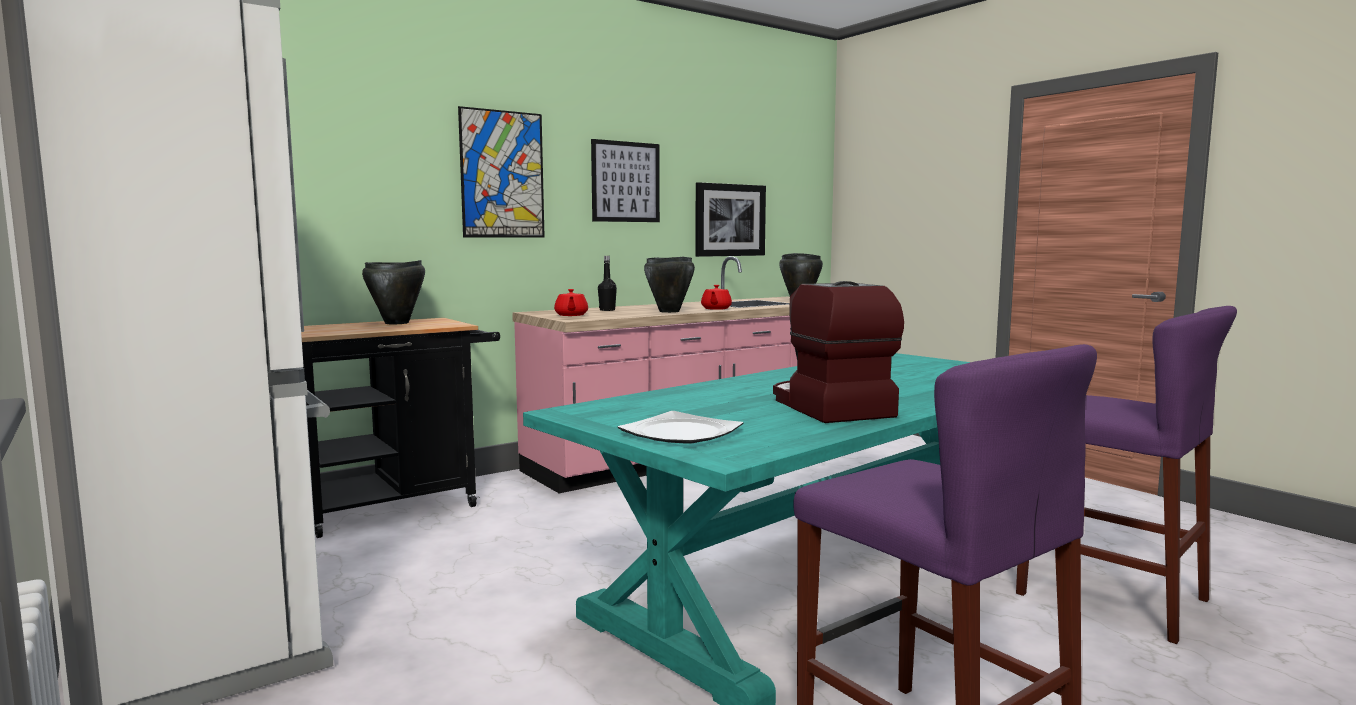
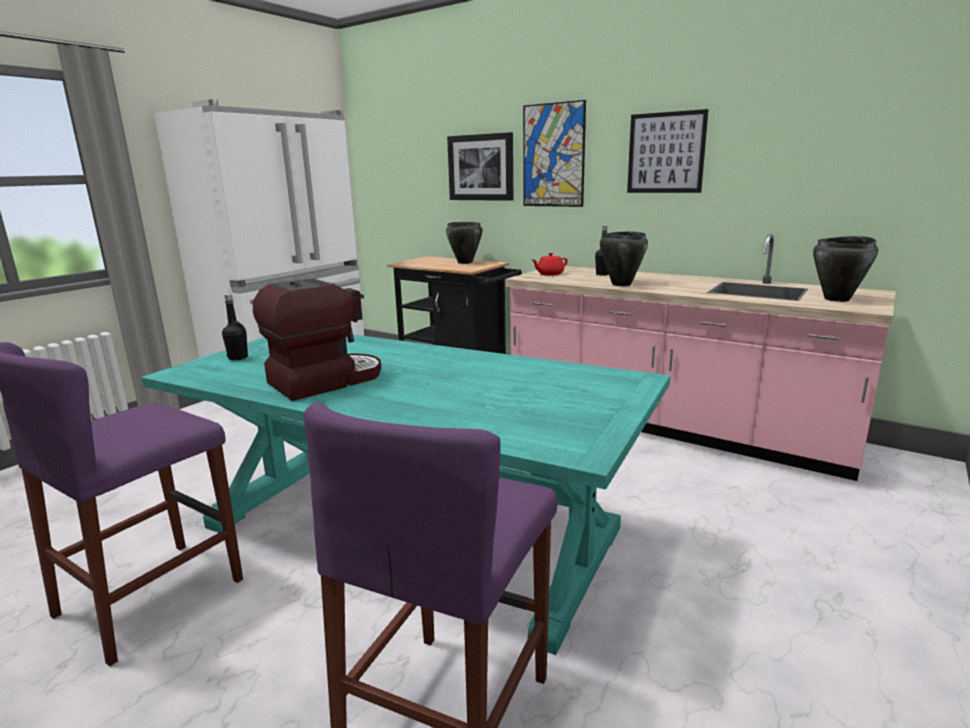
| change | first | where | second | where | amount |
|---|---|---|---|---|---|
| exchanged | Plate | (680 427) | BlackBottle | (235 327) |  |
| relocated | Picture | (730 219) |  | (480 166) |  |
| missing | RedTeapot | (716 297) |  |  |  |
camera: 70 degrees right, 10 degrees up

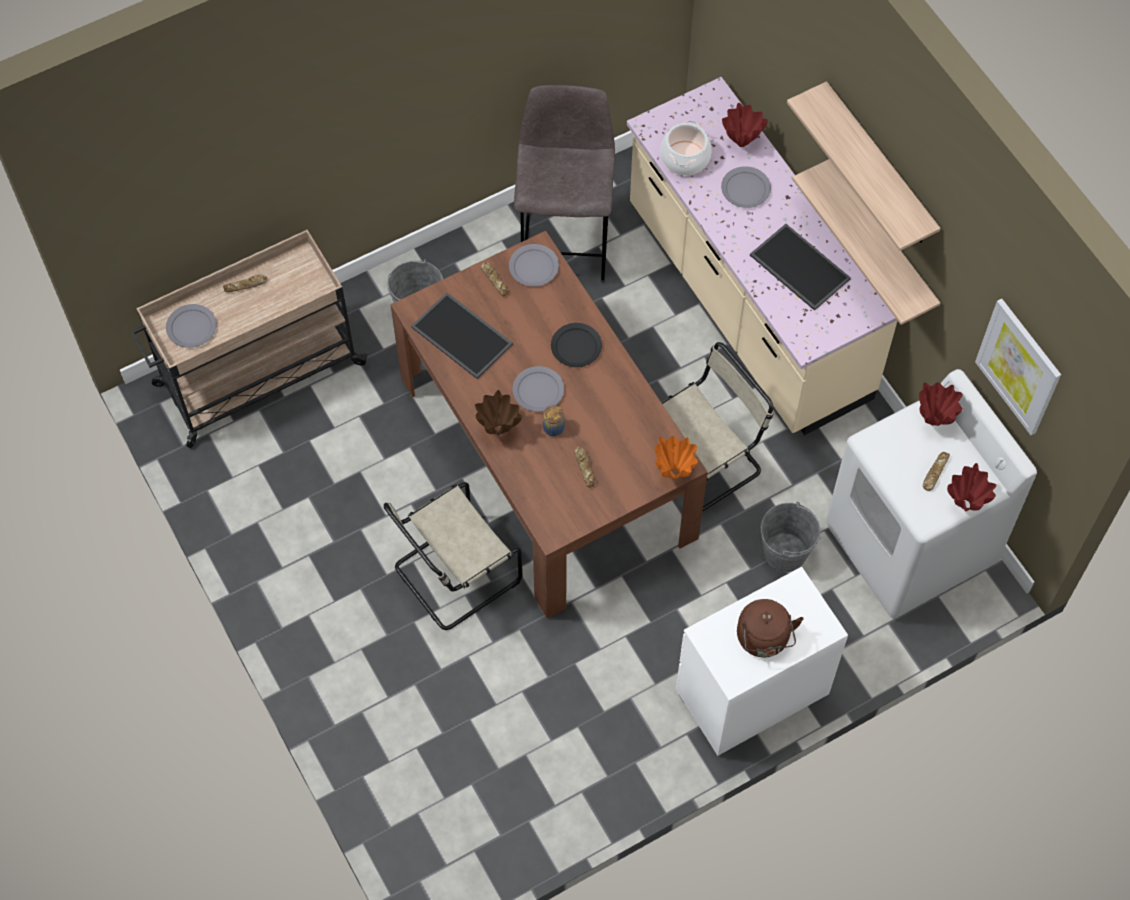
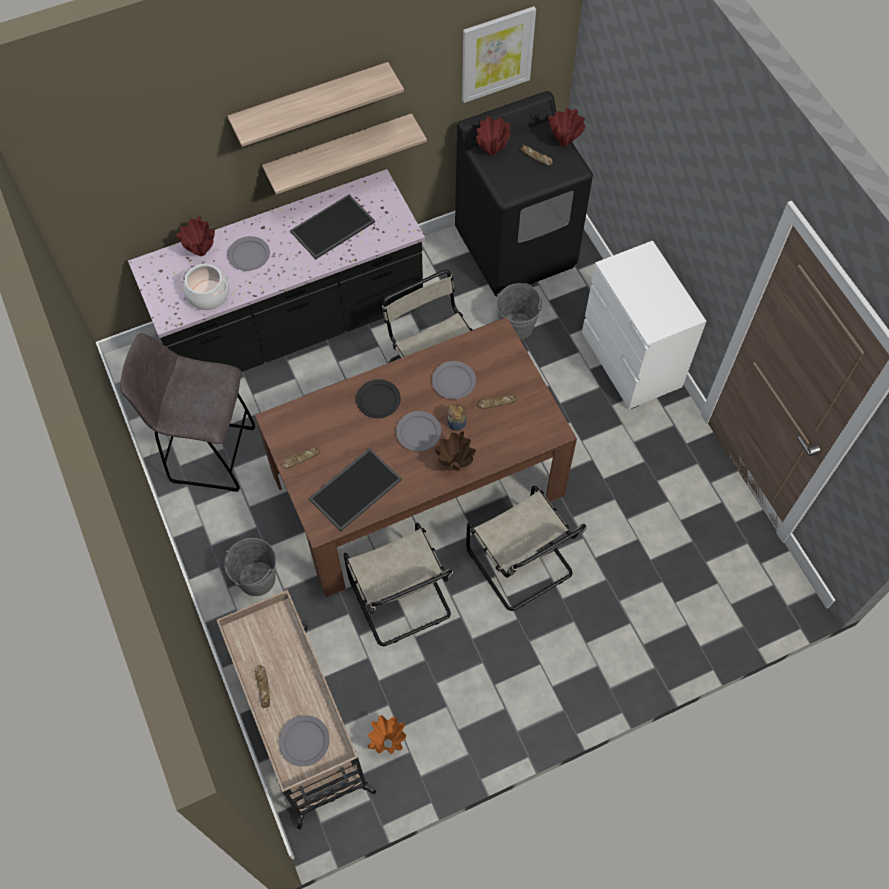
| change | first | where | second | where | amount |
|---|---|---|---|---|---|
| colour | BeigeCounter | (762 256) | BlackCounter | (276 270) |  |
| appeared |  |  | BeigeChair | (398 584) |  |
| relocated | OrangeVase | (676 457) |  | (387 734) |  |
| relocated | GreyPlate | (534 265) |  | (454 380) |  |
| colour | WhiteWashingMachine | (931 494) | BlackWashingMachine | (524 194) |  |
| missing | BrownKettle | (770 628) |  |  |  |
camera: 85 degrees left, 0 degrees up

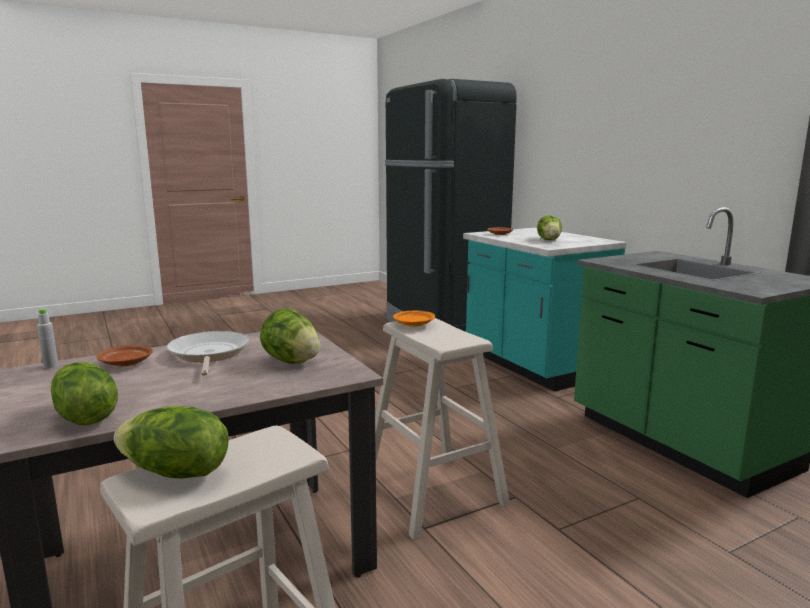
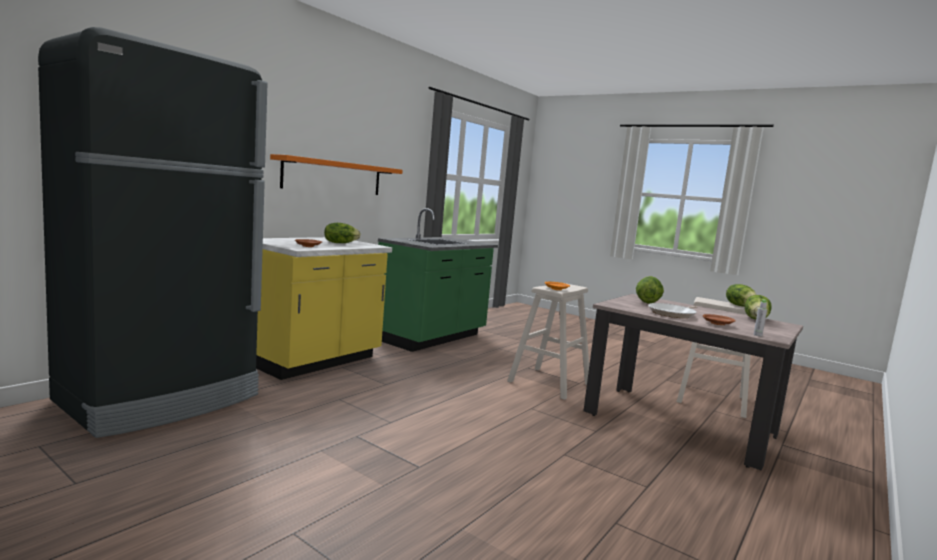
| change | first | where | second | where | amount |
|---|---|---|---|---|---|
| colour | TurquoiseCounter | (545 310) | YellowCounter | (324 308) |  |
| appeared |  |  | OrangeShelf | (336 174) |  |
camera: 115 degrees left, 5 degrees down

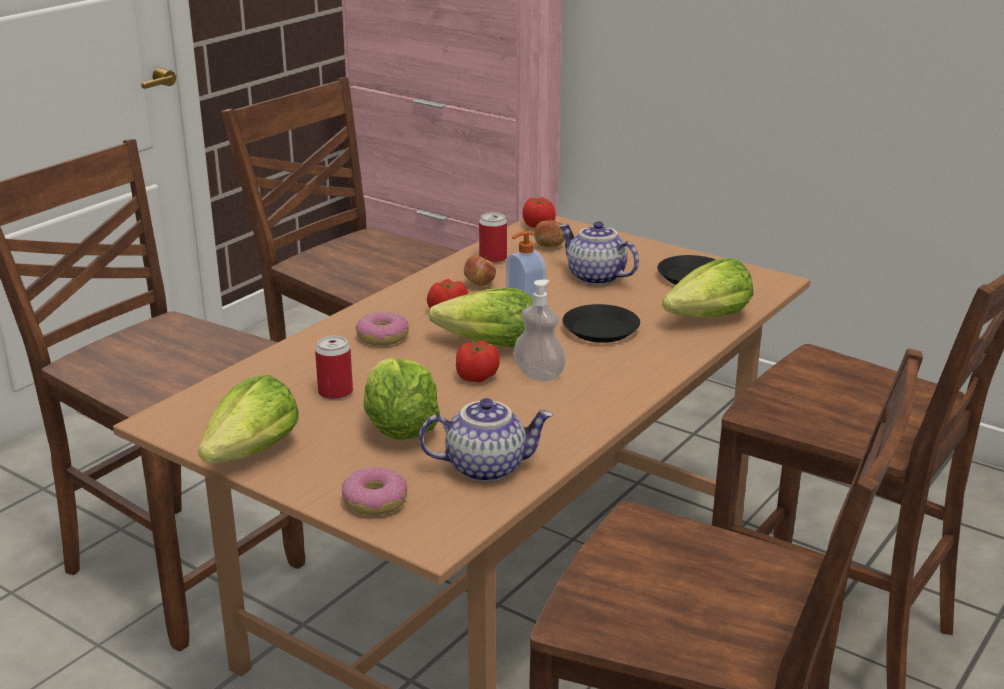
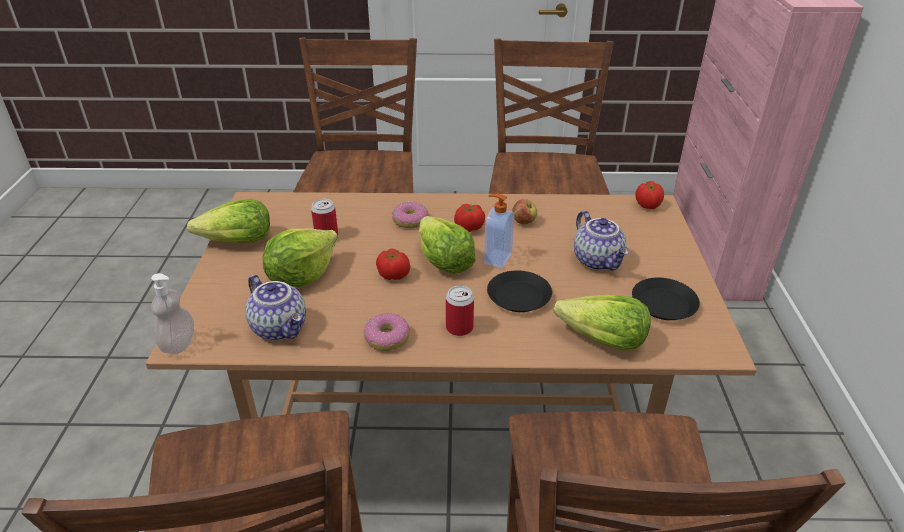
| change | first | where | second | where | amount |
|---|---|---|---|---|---|
| relocated | SoapDispenser | (539 330) |  | (172 313) |  |
| relocated | Donut | (374 491) |  | (387 331) |  |
| relocated | Can | (493 237) |  | (460 311) |  |
| spun | Teapot | (599 253) |  | (601 240) | 150 degrees clockwise |
| missing | Apple | (549 233) |  |  |  |
camera: 55 degrees right, 10 degrees up

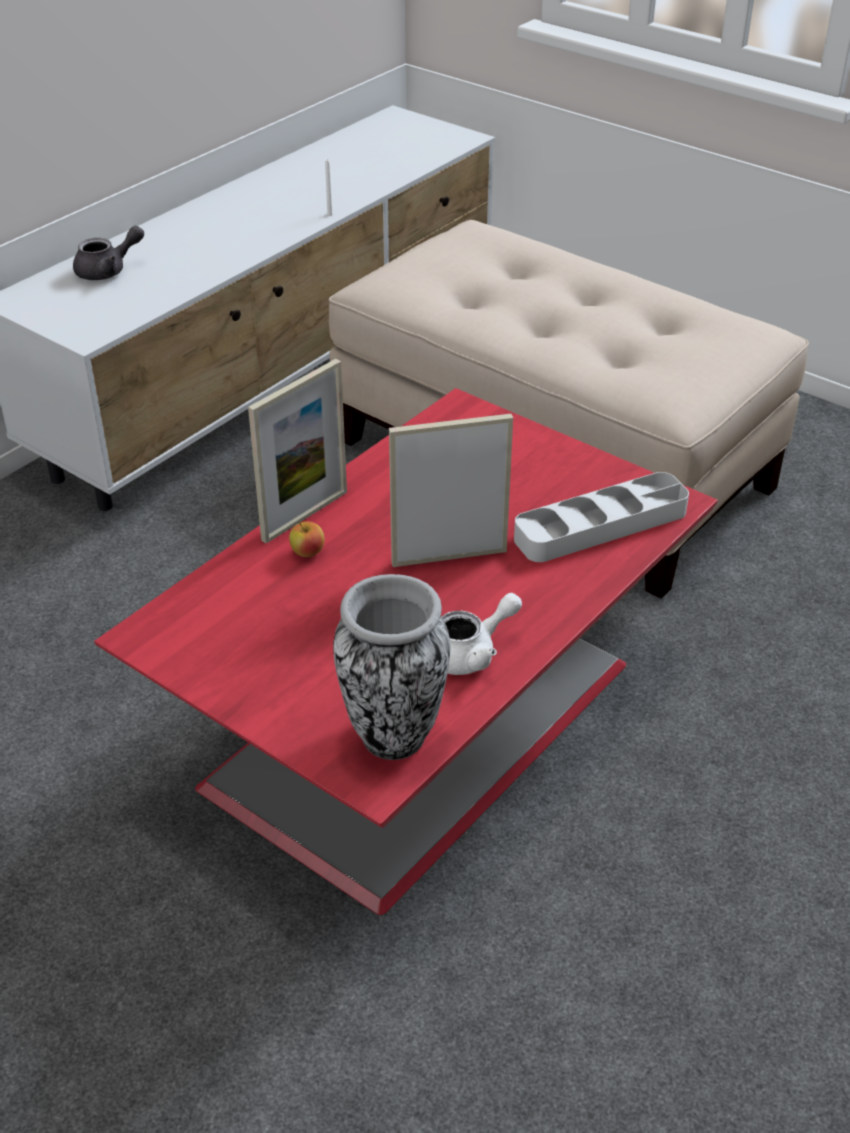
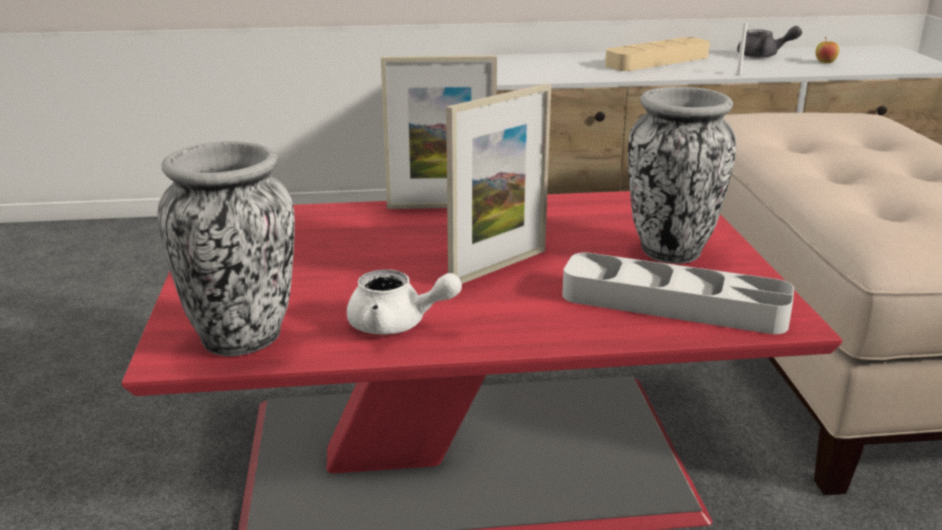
| change | first | where | second | where | amount |
|---|---|---|---|---|---|
| spun | PictureFrame | (451 490) |  | (498 183) | 105 degrees clockwise |
| appeared |  |  | BeigeTray | (657 54) |  |
| appeared |  |  | Vase | (682 175) |  |
| relocated | GreyTeapot | (108 253) |  | (769 42) |  |
| relocated | Apple | (307 539) |  | (827 50) |  |
camera: 45 degrees right, 15 degrees down

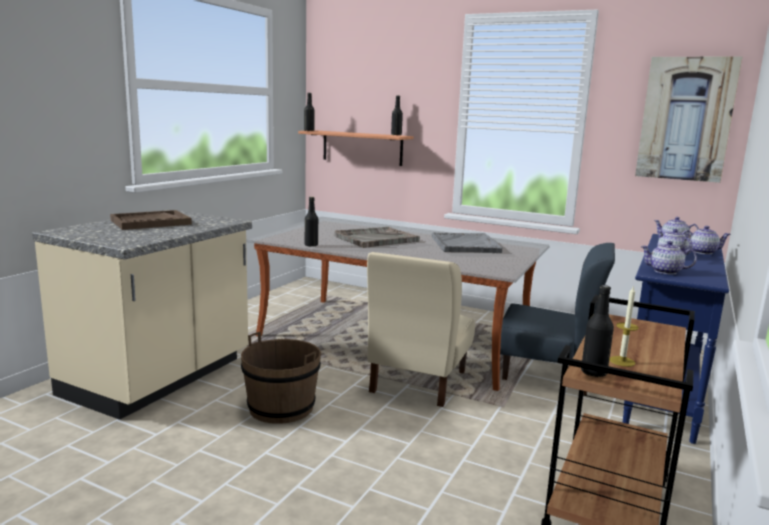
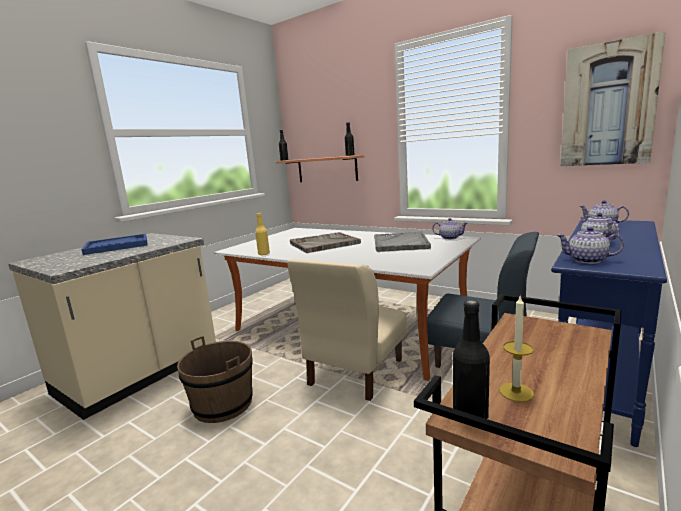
| change | first | where | second | where | amount |
|---|---|---|---|---|---|
| colour | BrownTray | (151 220) | BlueTray | (114 244) |  |
| colour | BlackBottle | (311 222) | YellowBottle | (262 234) |  |
| relocated | Teapot | (706 240) |  | (450 229) |  |
camera: 10 degrees right, 0 degrees up

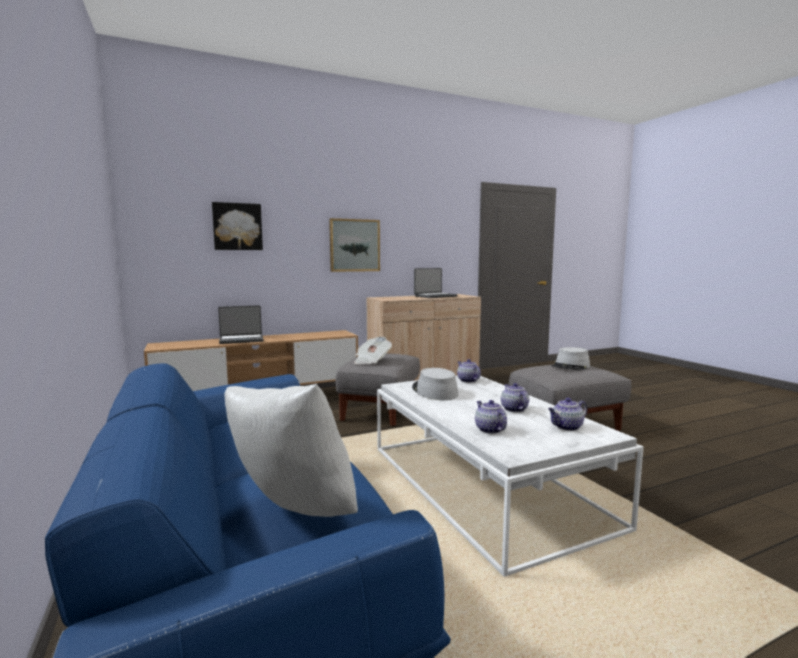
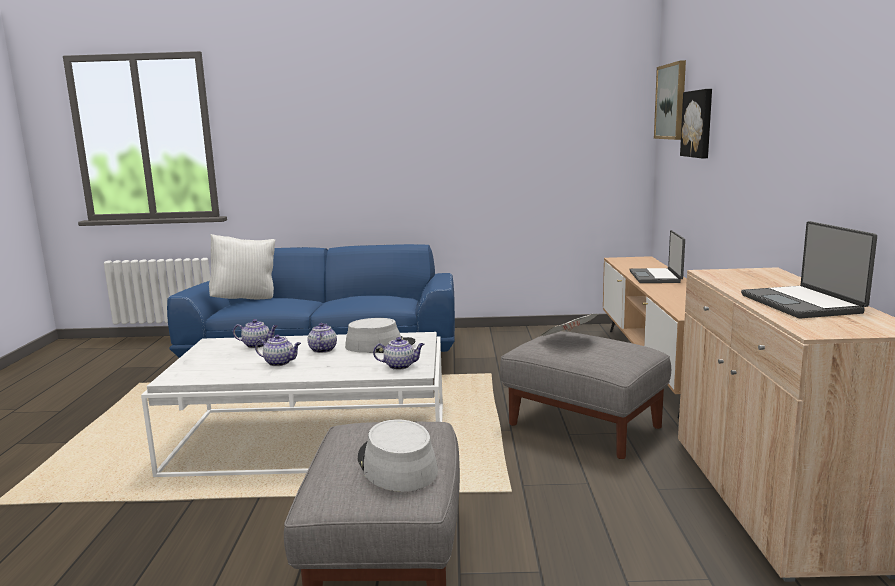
| change | first | where | second | where | amount |
|---|---|---|---|---|---|
| relocated | Teapot | (567 414) |  | (322 338) |  |
| relocated | Picture | (354 245) |  | (670 100) |  |
camera: 115 degrees right, 5 degrees up

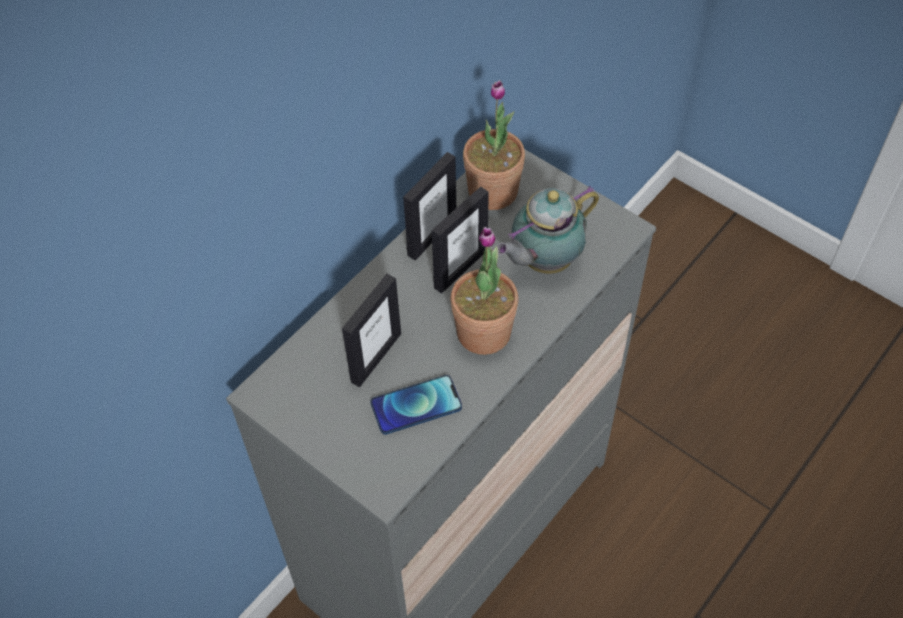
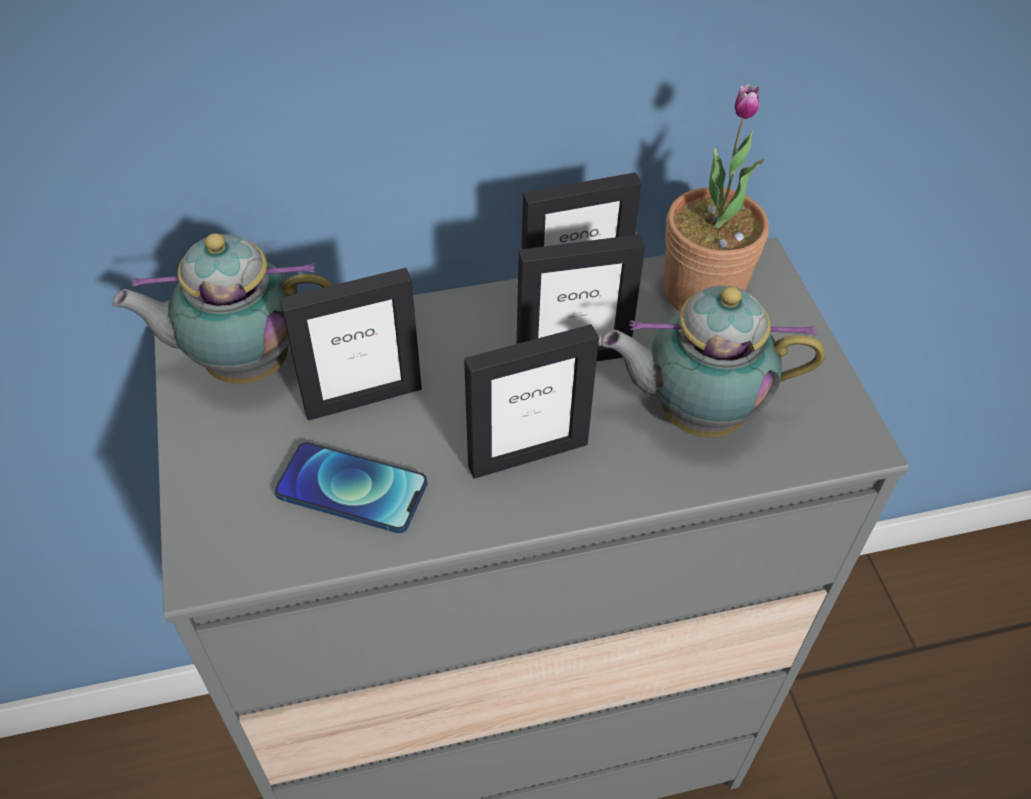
| change | first | where | second | where | amount |
|---|---|---|---|---|---|
| appeared |  |  | Teapot | (222 308) |  |
| exchanged | PottedPlant | (484 291) | PictureFrame | (531 401) |  |
camera: 35 degrees right, 5 degrees down

